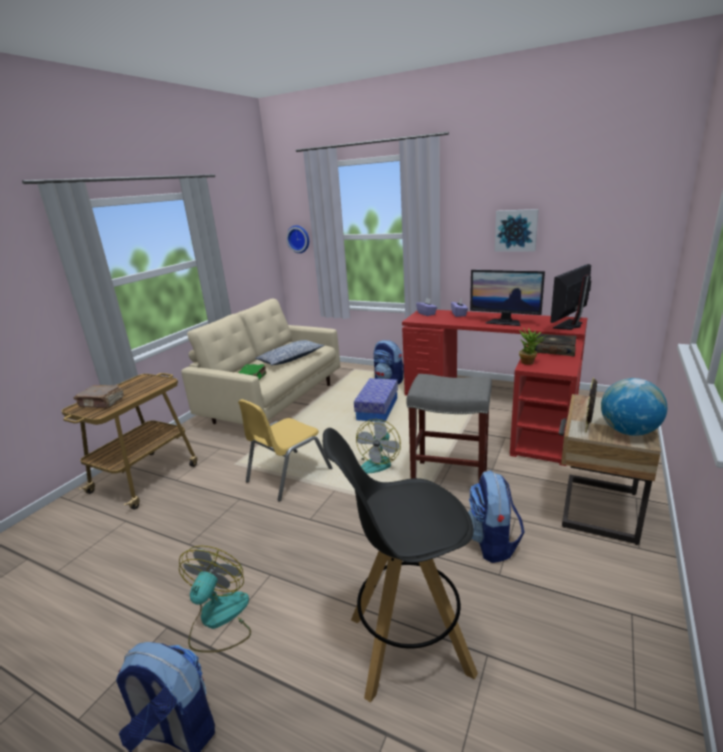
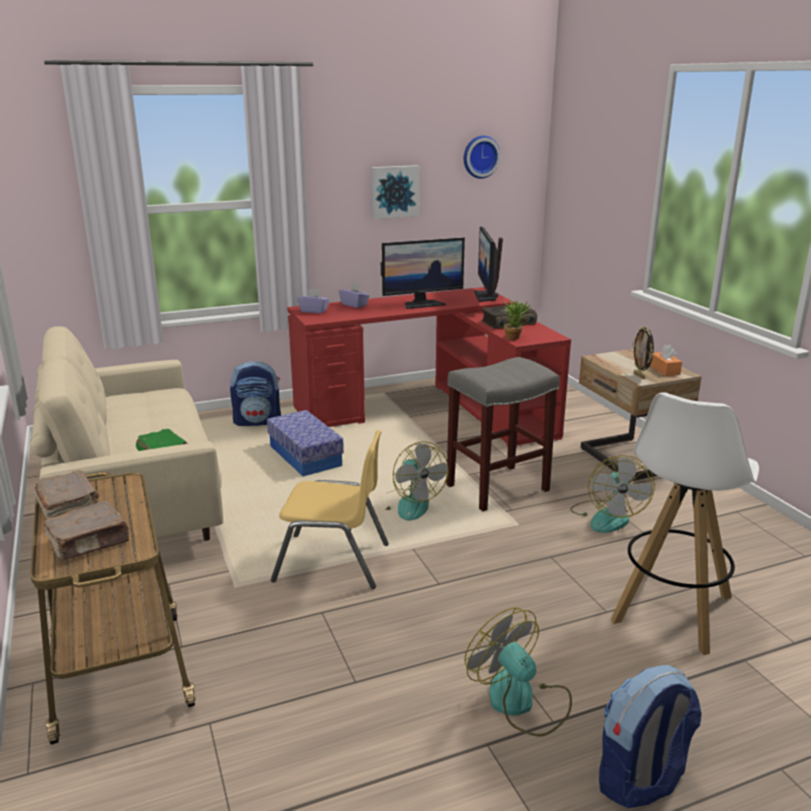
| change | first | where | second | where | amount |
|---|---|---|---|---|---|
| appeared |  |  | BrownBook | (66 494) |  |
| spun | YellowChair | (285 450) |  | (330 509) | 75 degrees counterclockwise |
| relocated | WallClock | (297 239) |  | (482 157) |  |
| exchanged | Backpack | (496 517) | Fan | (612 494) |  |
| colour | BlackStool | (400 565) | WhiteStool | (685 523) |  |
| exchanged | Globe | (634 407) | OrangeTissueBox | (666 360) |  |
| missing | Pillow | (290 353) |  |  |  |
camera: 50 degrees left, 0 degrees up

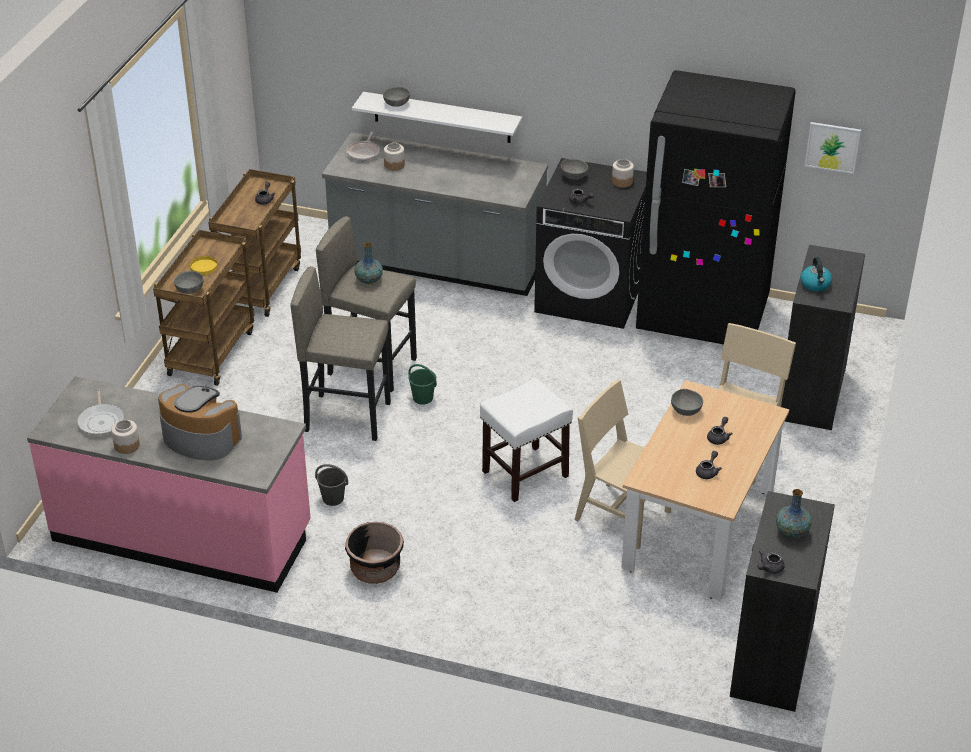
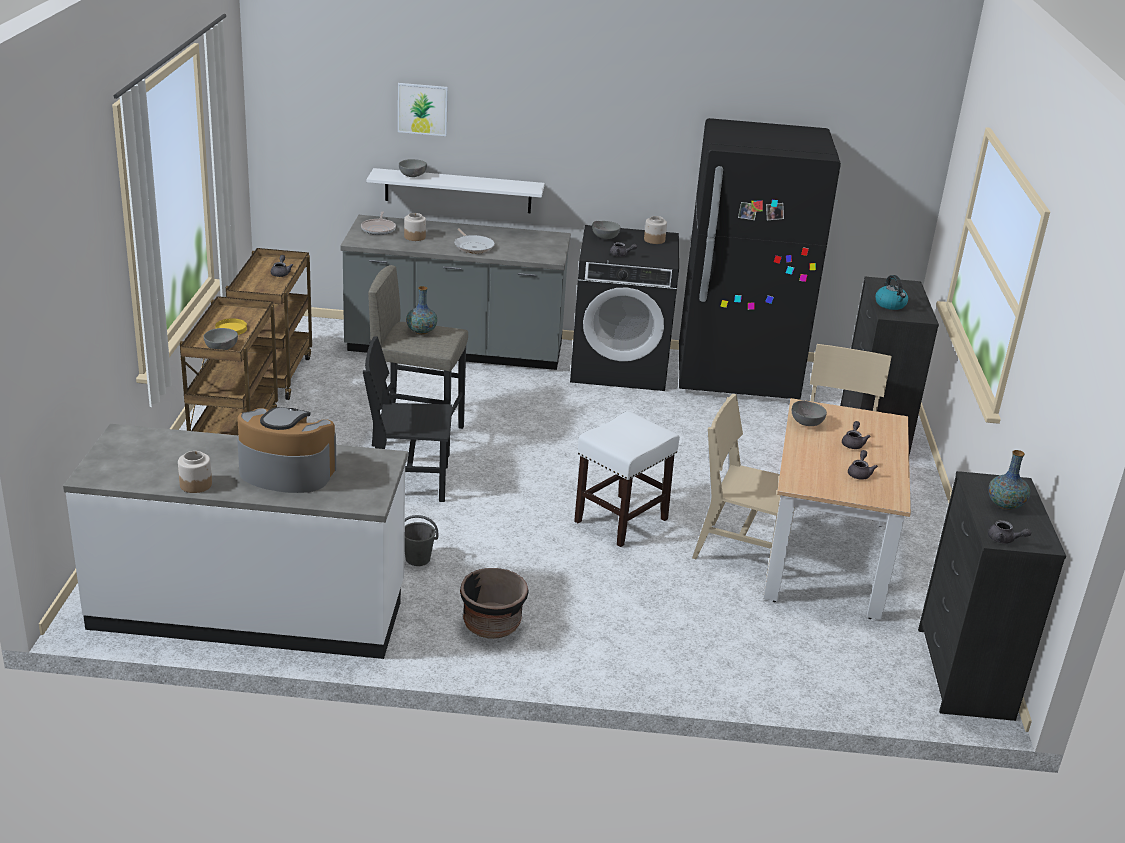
| change | first | where | second | where | amount |
|---|---|---|---|---|---|
| colour | PinkCounter | (169 484) | WhiteCounter | (235 541) |  |
| exchanged | GreyStool | (340 353) | BlackChair | (407 419) |  |
| relocated | Picture | (833 148) |  | (423 109) |  |
| relocated | FryingPan | (100 412) |  | (475 241) |  |
| spun | GreyTeapot | (771 562) |  | (1009 532) | 90 degrees counterclockwise |
| missing | GreenBucket | (422 384) |  |  |  |
camera: 15 degrees left, 10 degrees down

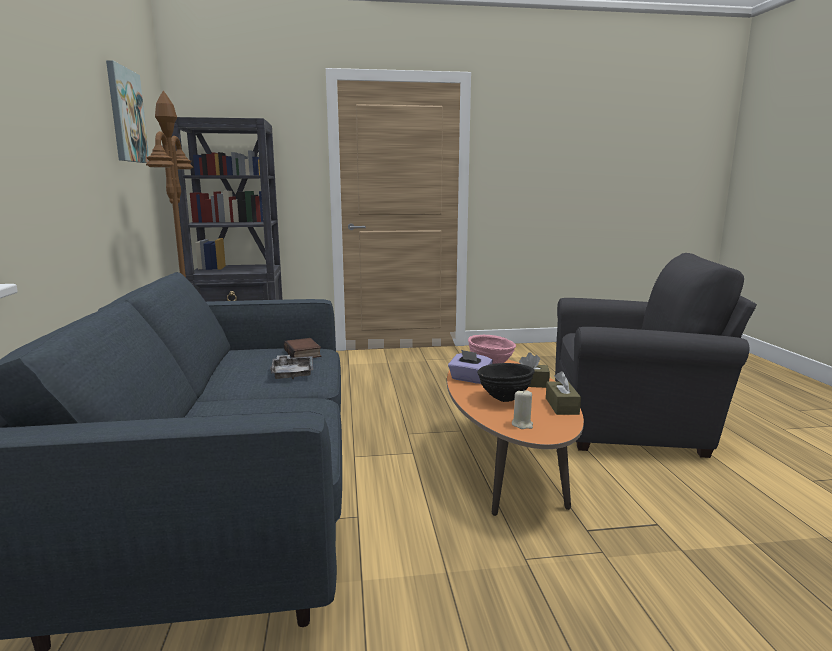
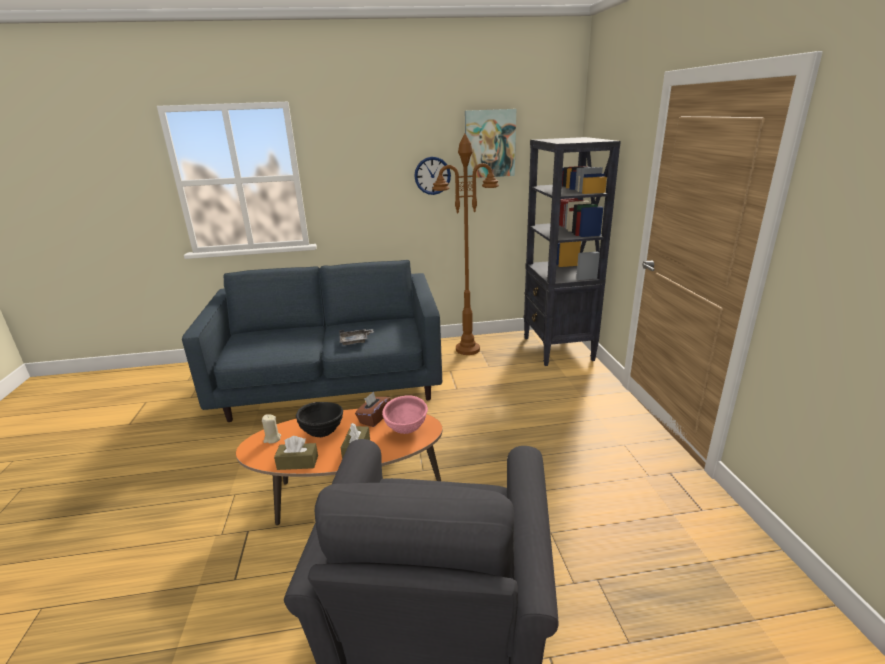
| change | first | where | second | where | amount |
|---|---|---|---|---|---|
| colour | PurpleTissueBox | (470 367) | BrownTissueBox | (373 409) |  |
| appeared |  |  | WallClock | (432 176) |  |
| missing | Book | (302 348) |  |  |  |
camera: 90 degrees right, 10 degrees up

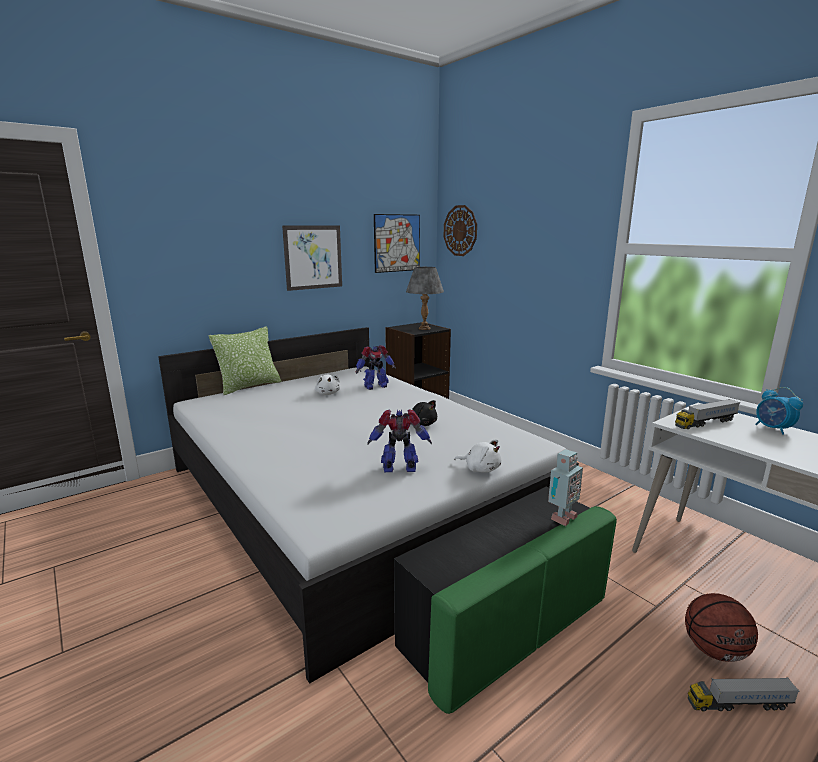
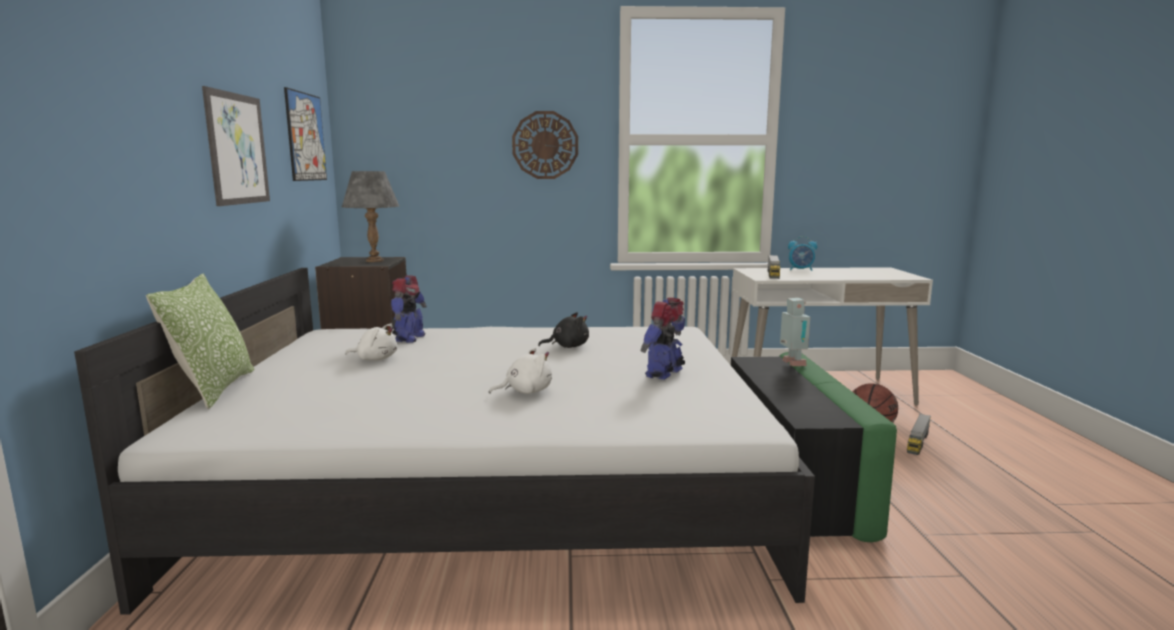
| change | first | where | second | where | amount |
|---|---|---|---|---|---|
| relocated | WhitePlushToy | (478 456) |  | (520 371) |  |
| relocated | WallClock | (460 230) |  | (545 145) |  |
camera: 55 degrees left, 5 degrees down

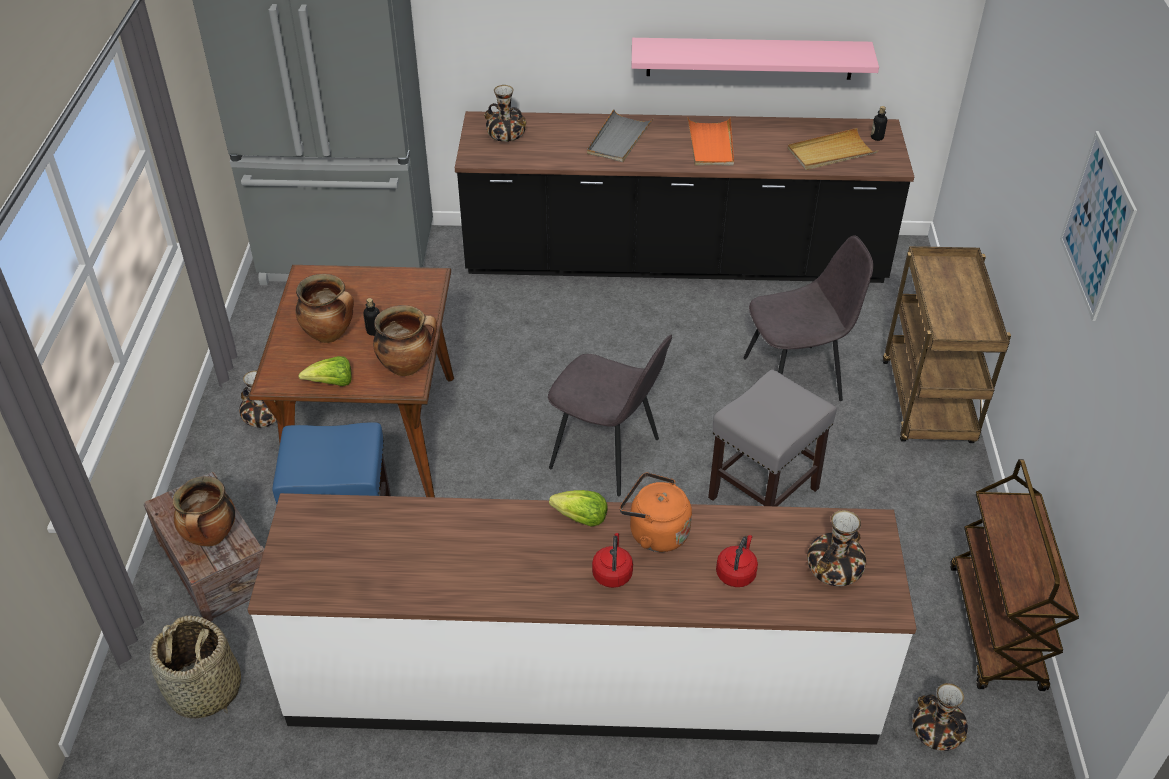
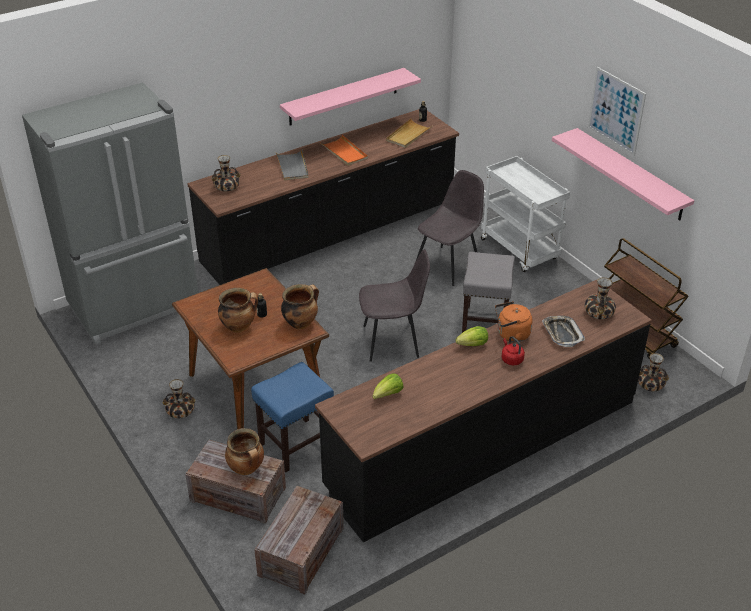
| change | first | where | second | where | amount |
|---|---|---|---|---|---|
| exchanged | Basket | (195 667) | Crate | (299 540) |  |
| colour | WhiteCounter | (582 619) | BlackCounter | (483 411) |  |
| relocated | Lettuce | (325 371) |  | (388 386) |  |
| colour | BrownCart | (946 344) | WhiteCart | (525 214) |  |
| exchanged | RedKettle | (737 561) | Tray | (563 331) |  |
| appeared |  |  | PinkShelf | (623 174) |  |
camera: 35 degrees left, 5 degrees down

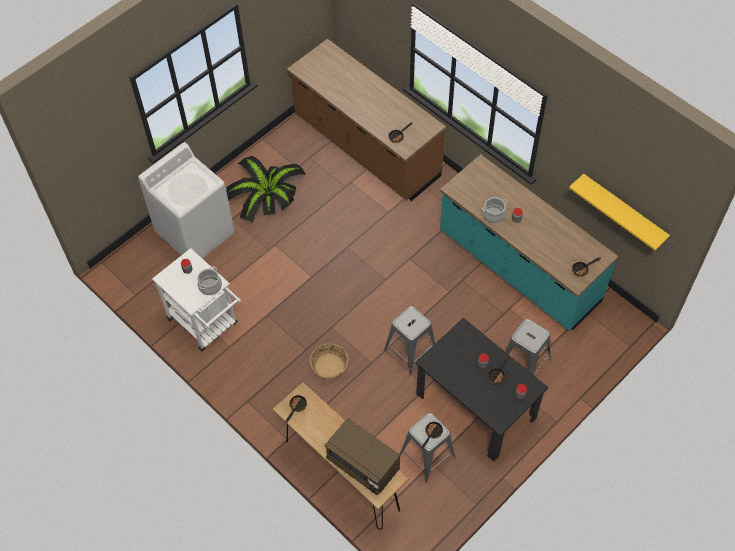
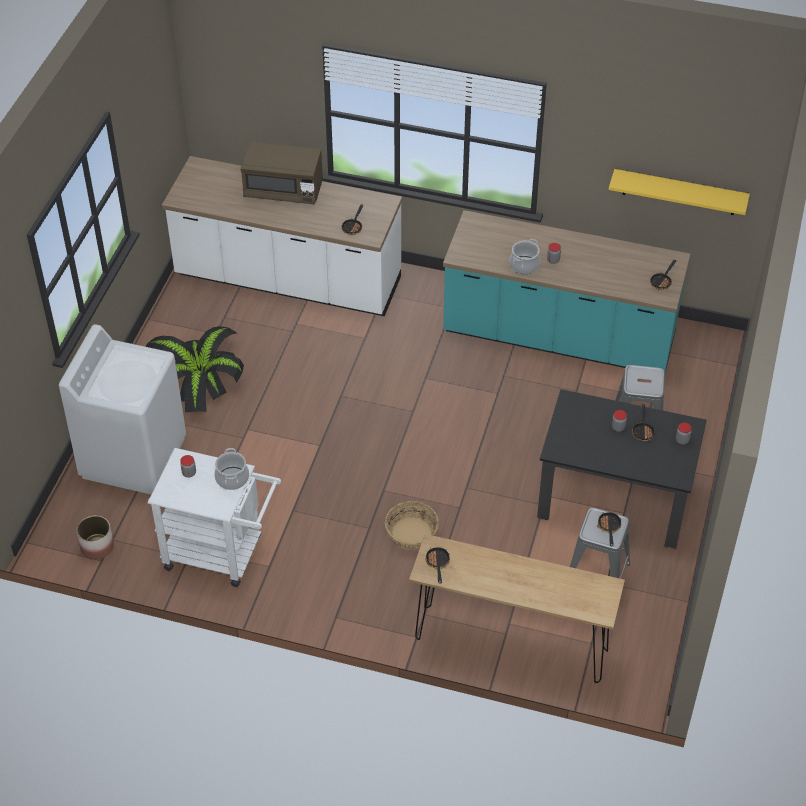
| change | first | where | second | where | amount |
|---|---|---|---|---|---|
| appeared |  |  | Planter | (95 537) |  |
| colour | BrownCounter | (366 120) | WhiteCounter | (282 236) |  |
| relocated | BrownMicrowave | (362 457) |  | (281 173) |  |
| missing | GreyStool | (409 340) |  |  |  |
camera: 30 degrees left, 10 degrees down

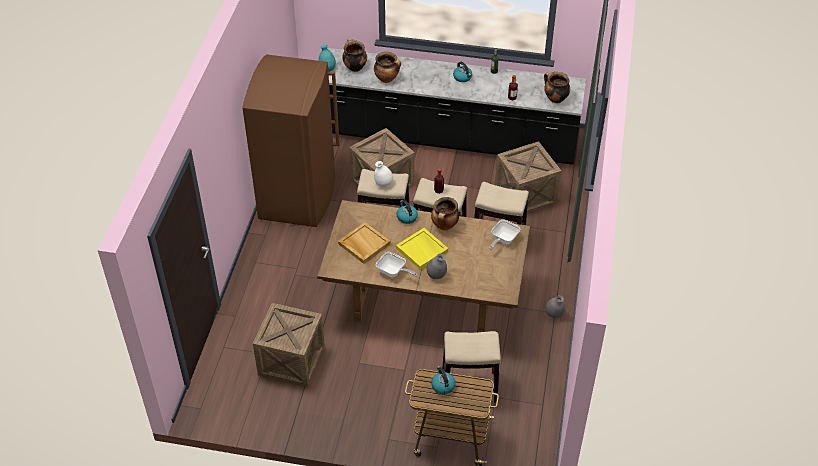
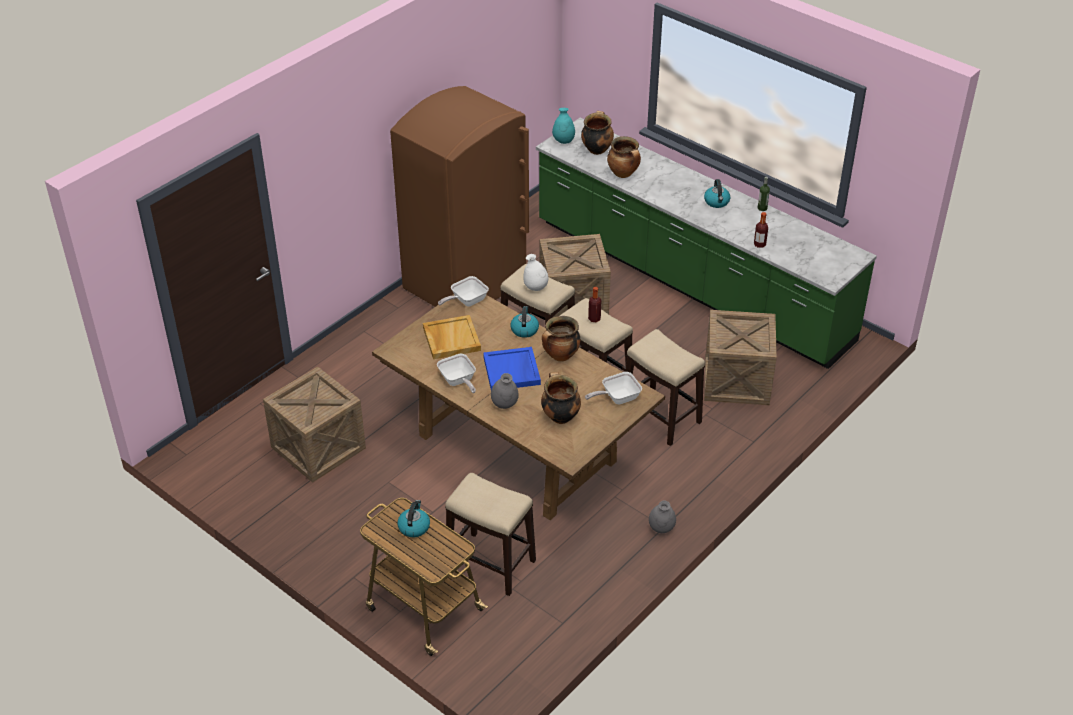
| change | first | where | second | where | amount |
|---|---|---|---|---|---|
| appeared |  |  | FryingPan | (463 291) |  |
| colour | YellowTray | (422 249) | BlueTray | (512 368) |  |
| colour | BlackCounter | (456 106) | GreenCounter | (706 243) |  |
| relocated | CookingPot | (557 87) |  | (561 398) |  |
camera: 30 degrees right, 5 degrees down

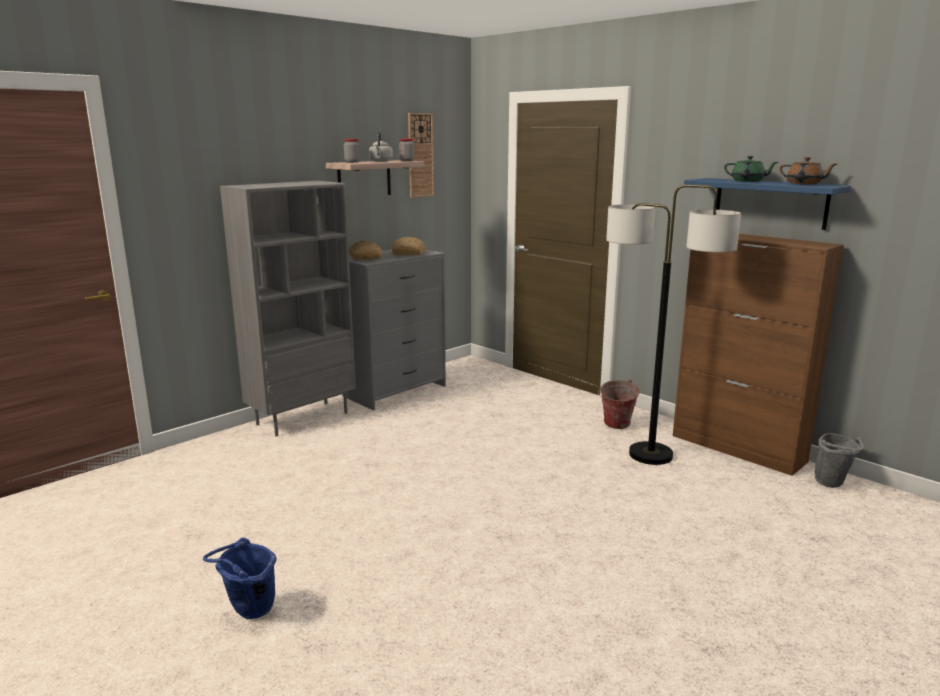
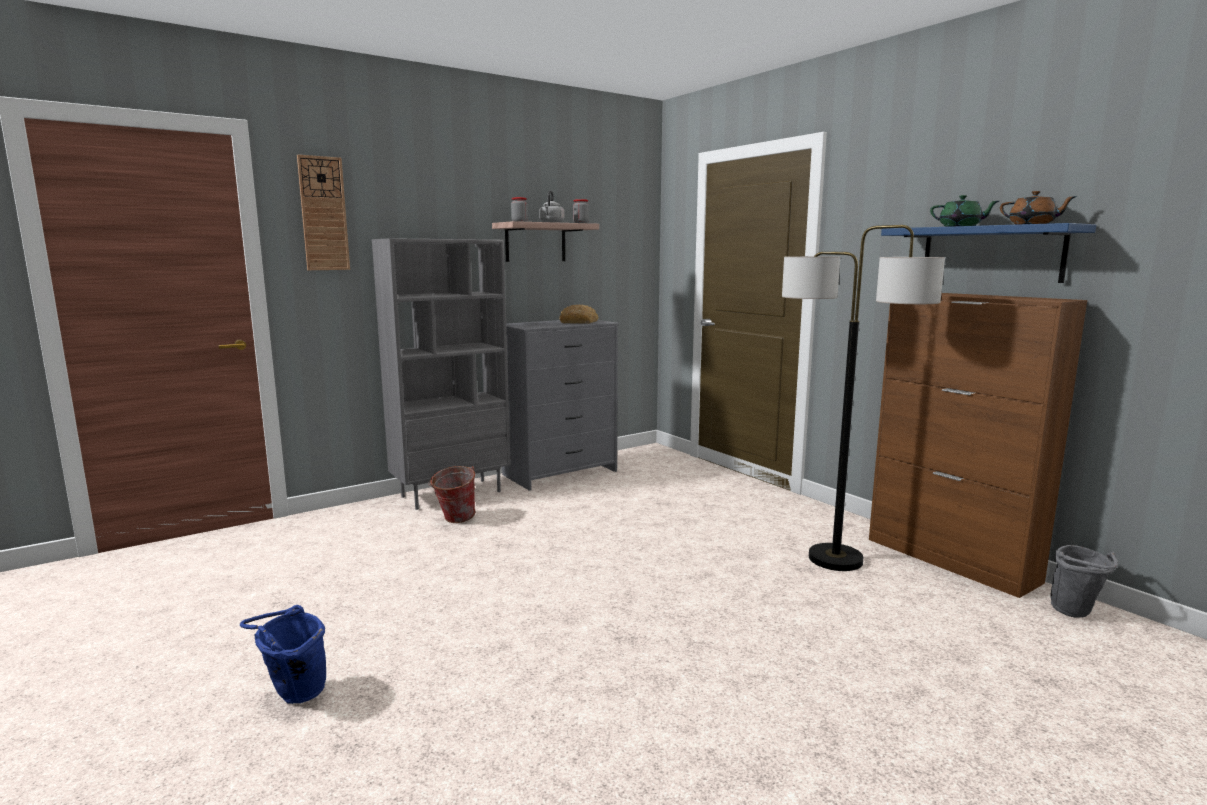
| change | first | where | second | where | amount |
|---|---|---|---|---|---|
| relocated | WallClock | (421 155) |  | (323 212) |  |
| relocated | Bucket | (619 404) |  | (452 494) |  |
| missing | Bread | (365 250) |  |  |  |
camera: 10 degrees right, 5 degrees down

